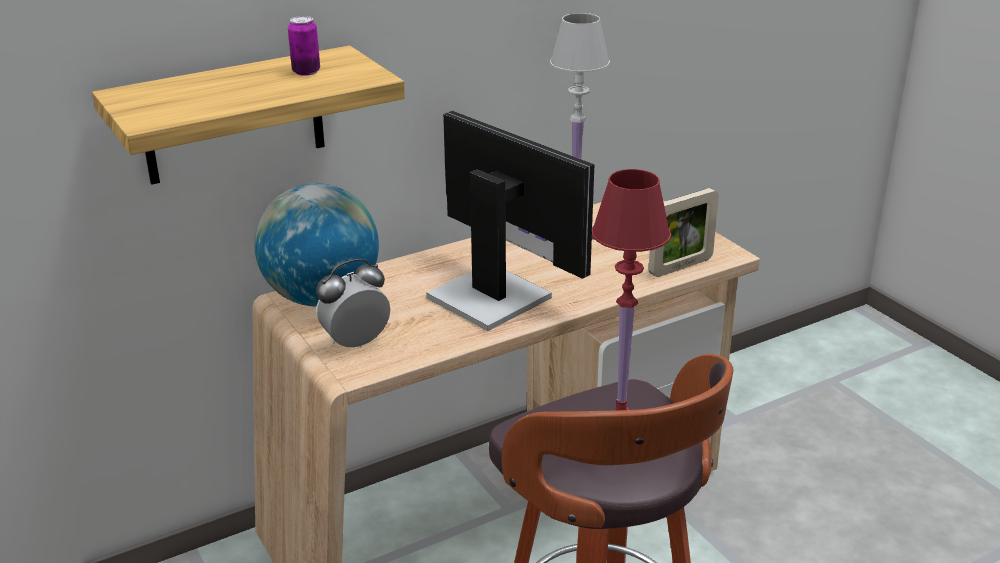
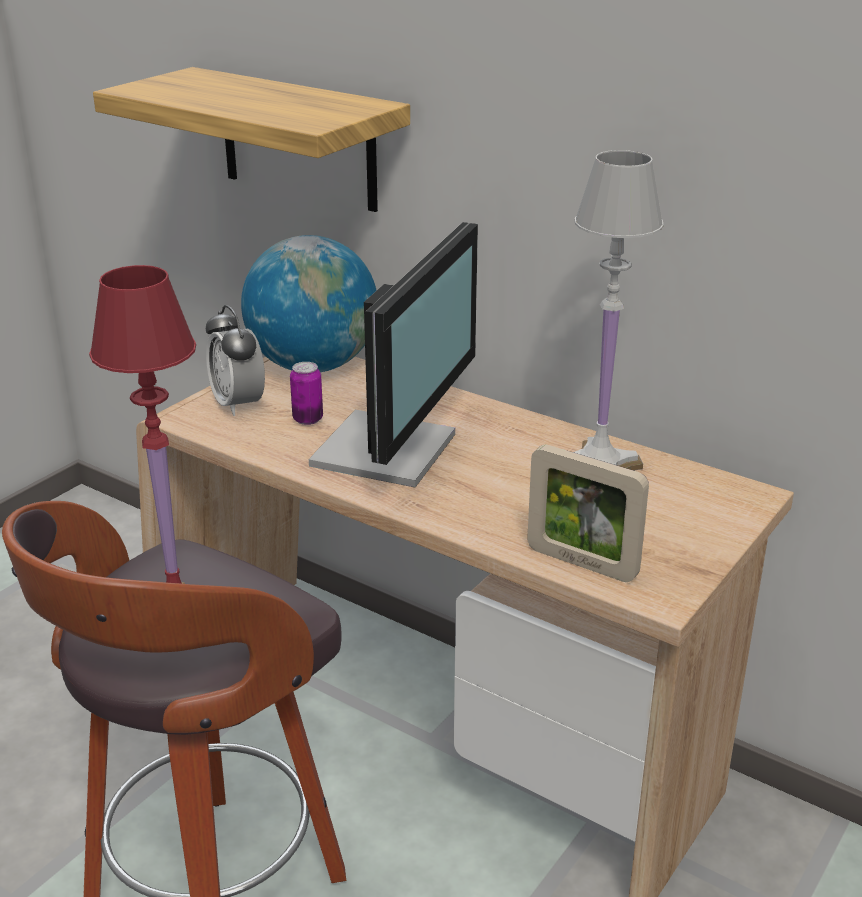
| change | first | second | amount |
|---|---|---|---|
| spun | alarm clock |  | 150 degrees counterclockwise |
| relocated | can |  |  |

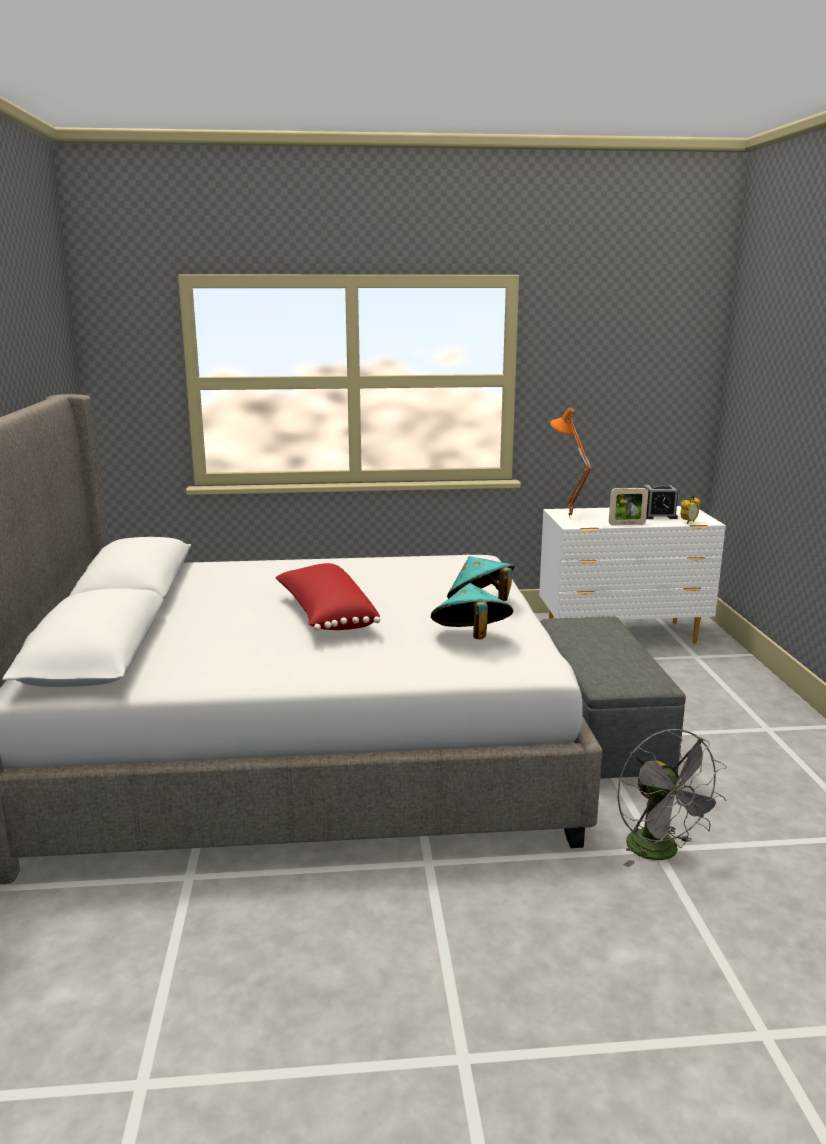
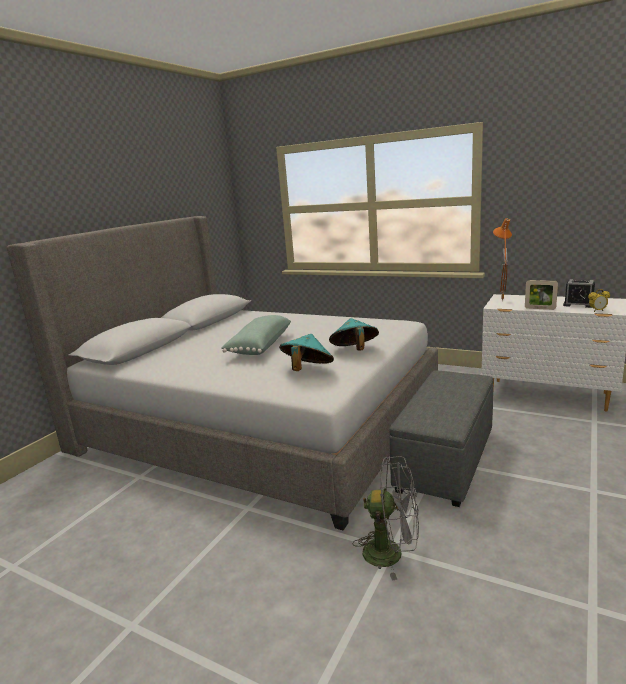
| change | first | second | amount |
|---|---|---|---|
| colour | pillow/red | pillow/green |  |
| spun | fan/grey |  | 90 degrees counterclockwise |

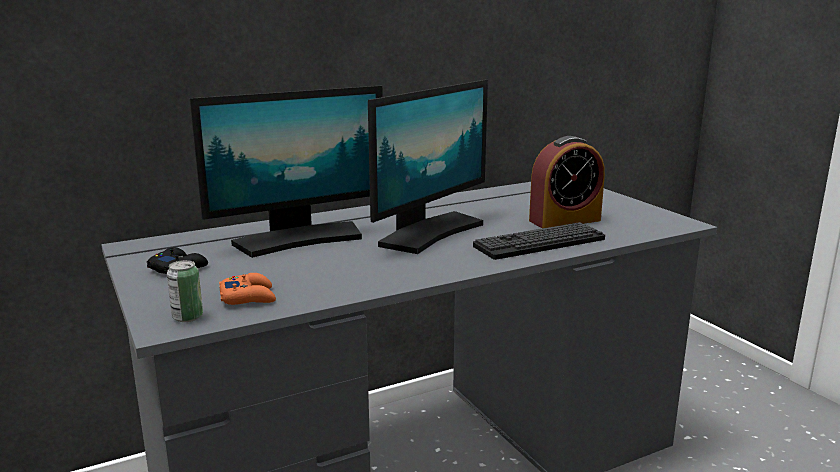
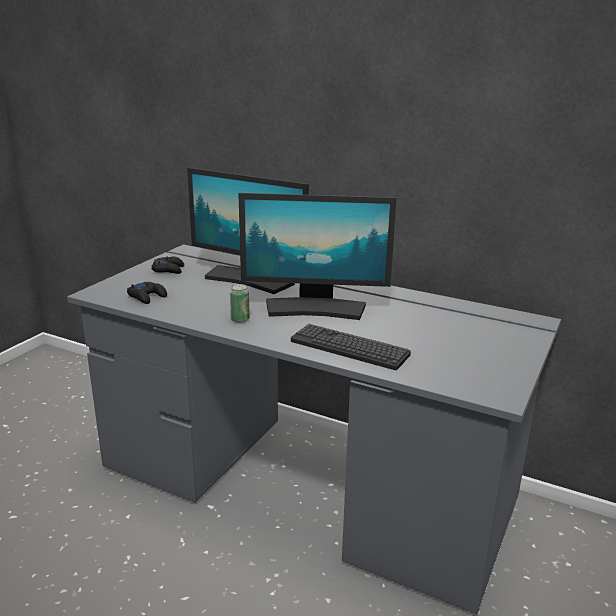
| change | first | second | amount |
|---|---|---|---|
| colour | game controller/orange | game controller/black (no. 1 from left) |  |
| relocated | can |  |  |
| missing | alarm clock |  |  |

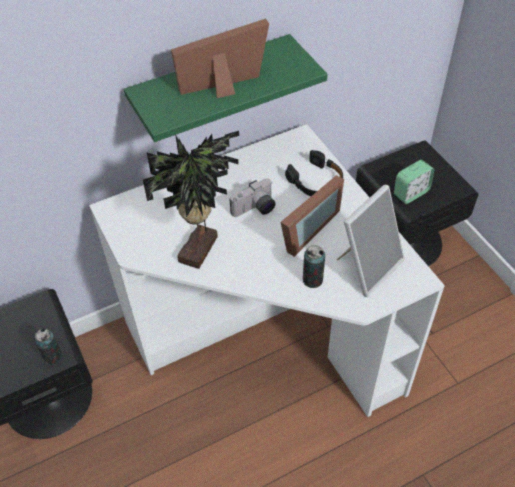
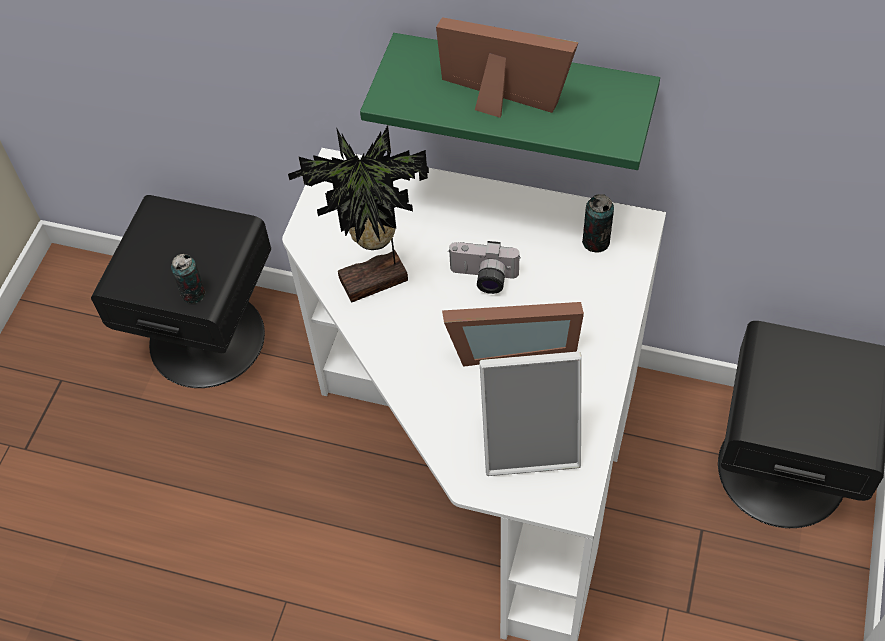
| change | first | second | amount |
|---|---|---|---|
| relocated | can (no. 2 from left) |  |  |
| missing | headphones/black |  |  |
| missing | alarm clock |  |  |

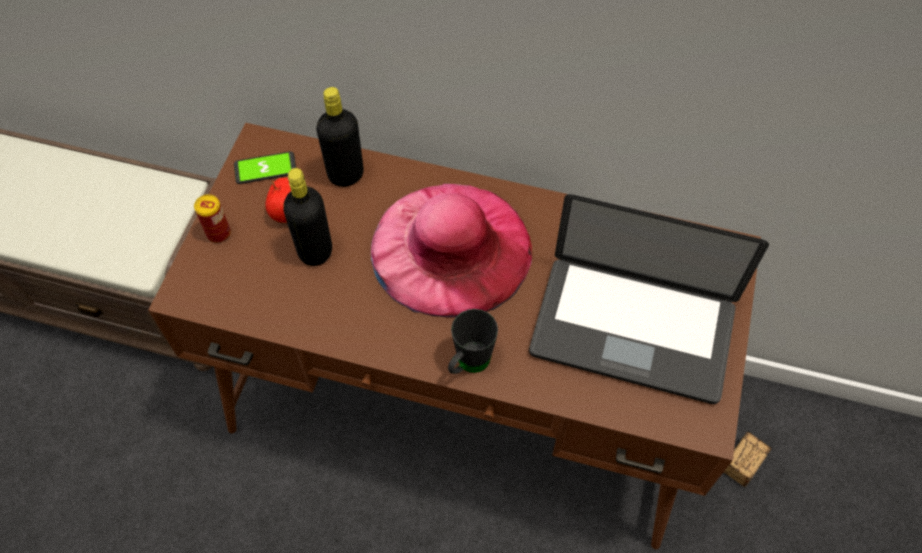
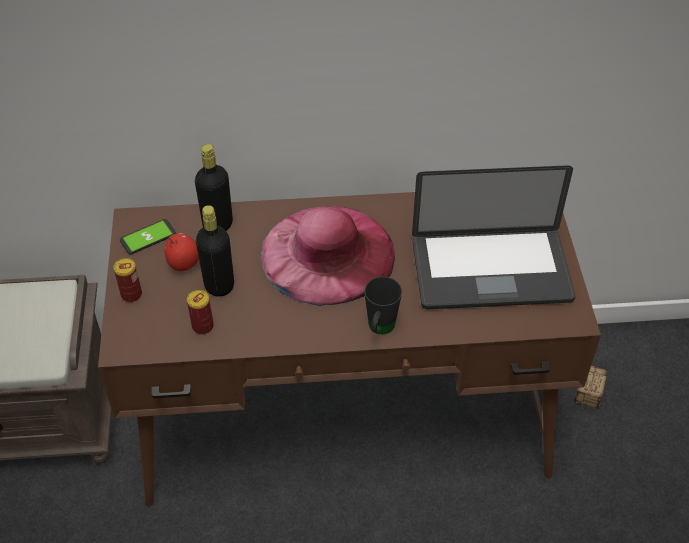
| change | first | second | amount |
|---|---|---|---|
| appeared |  | can (no. 2 from left) |  |

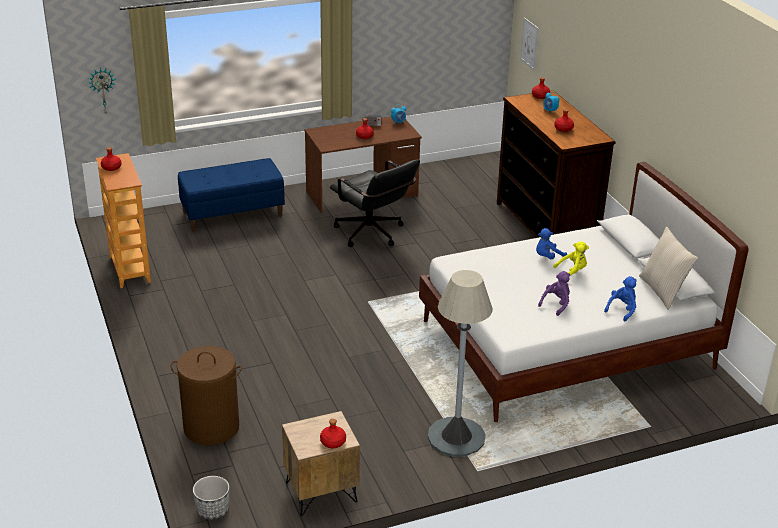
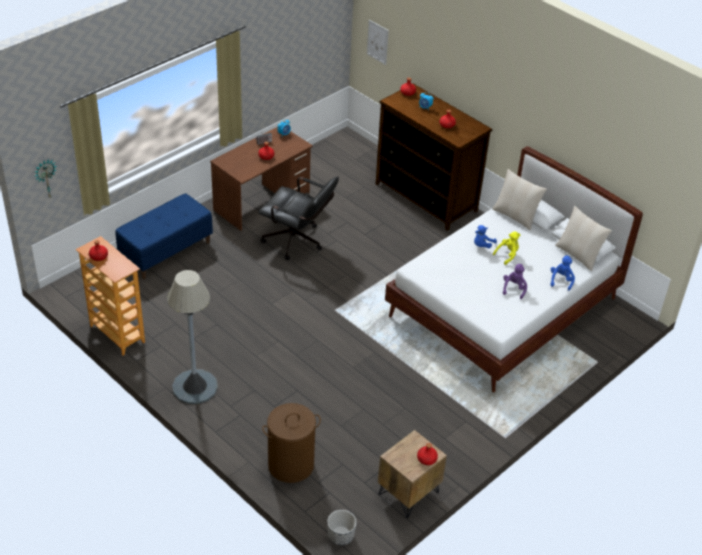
| change | first | second | amount |
|---|---|---|---|
| relocated | floor lamp/grey |  |  |
| appeared |  | pillow/beige (no. 1 from left) |  |

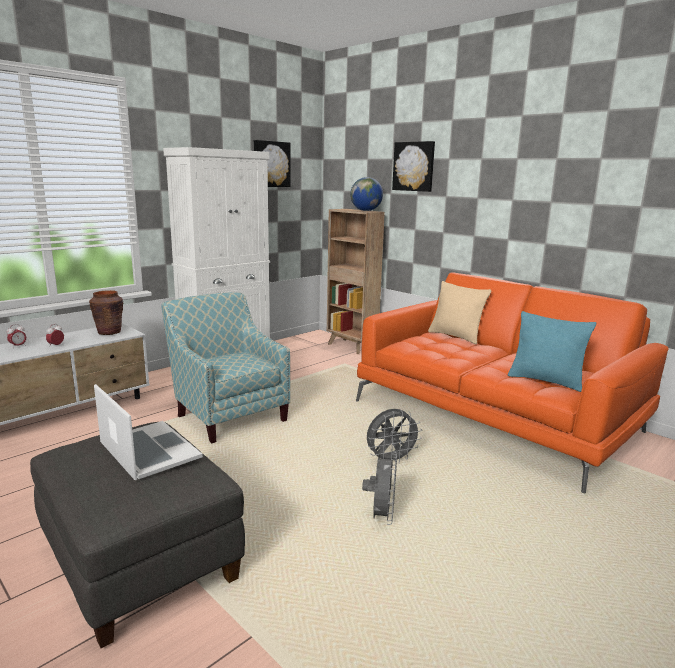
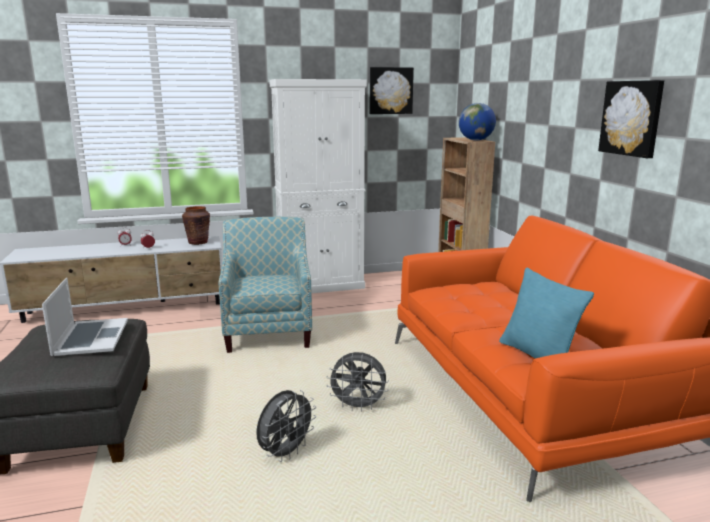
| change | first | second | amount |
|---|---|---|---|
| relocated | picture (no. 2 from left) |  |  |
| missing | pillow/beige |  |  |

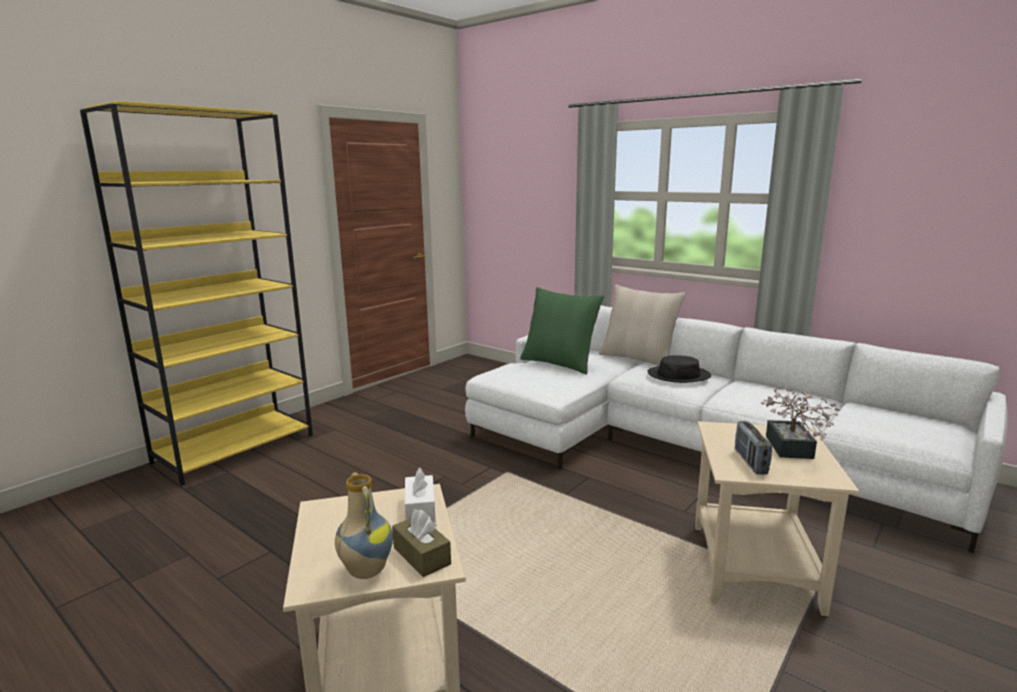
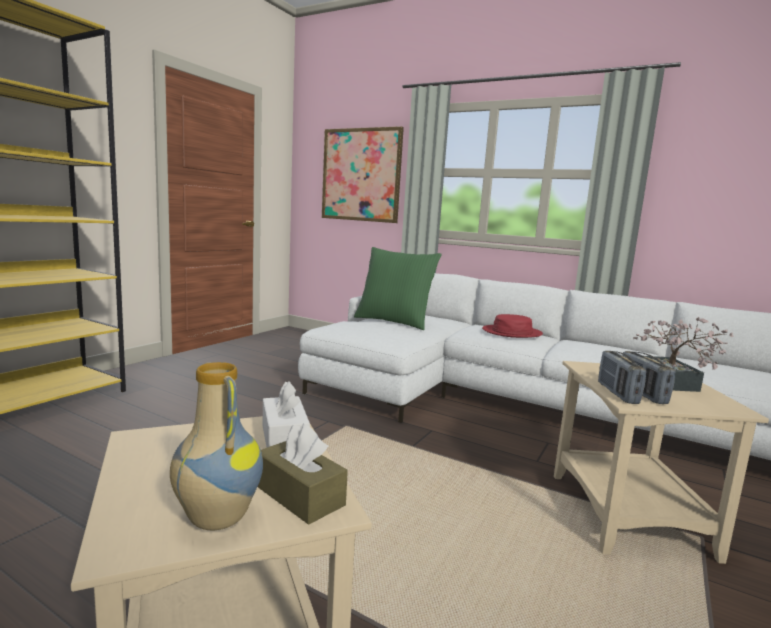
| change | first | second | amount |
|---|---|---|---|
| appeared |  | picture |  |
| colour | hat/black | hat/red |  |
| appeared |  | radio (no. 1 from left) |  |
| missing | pillow/beige |  |  |

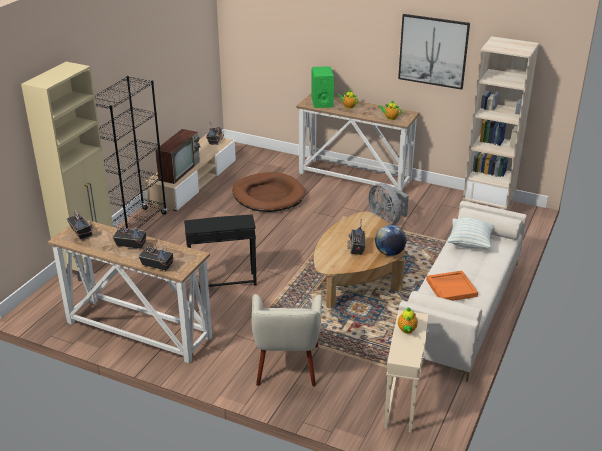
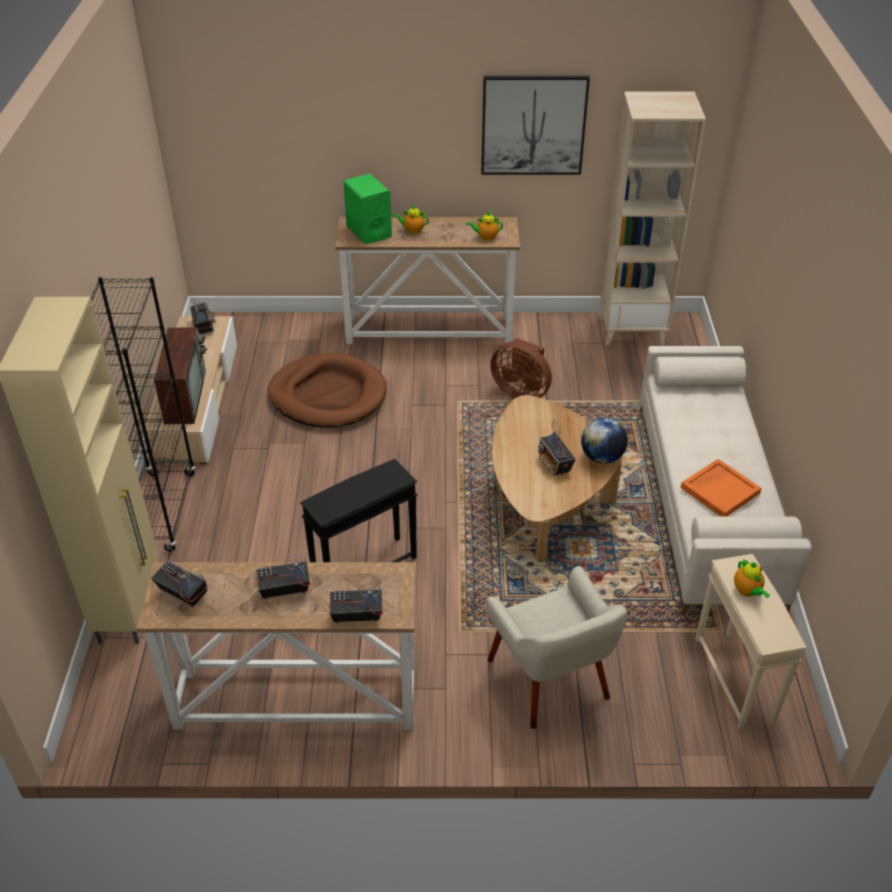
| change | first | second | amount |
|---|---|---|---|
| colour | fan/grey | fan/brown |  |
| missing | pillow |  |  |

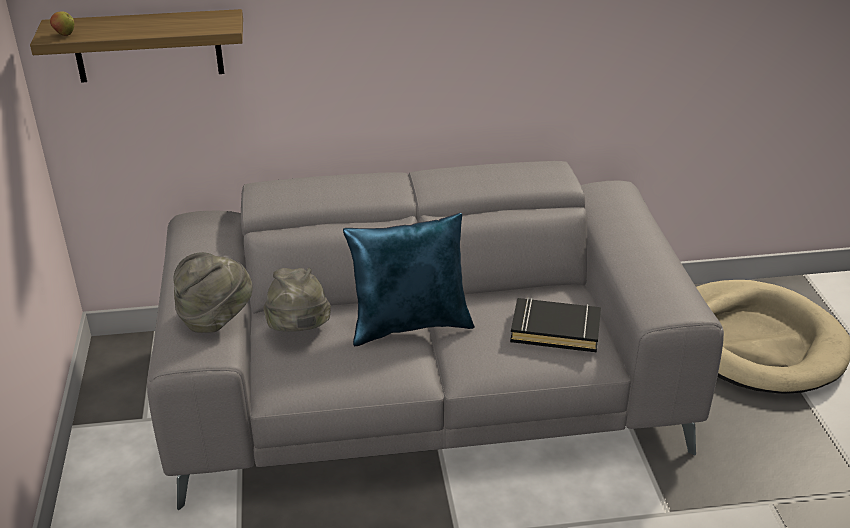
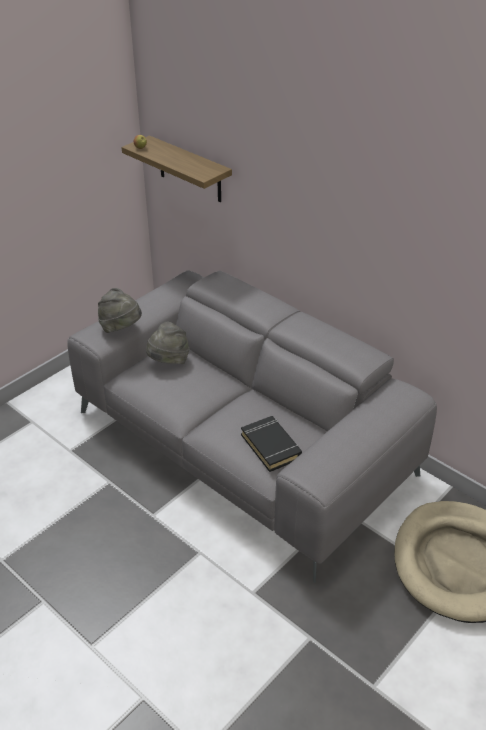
| change | first | second | amount |
|---|---|---|---|
| missing | pillow/blue |  |  |

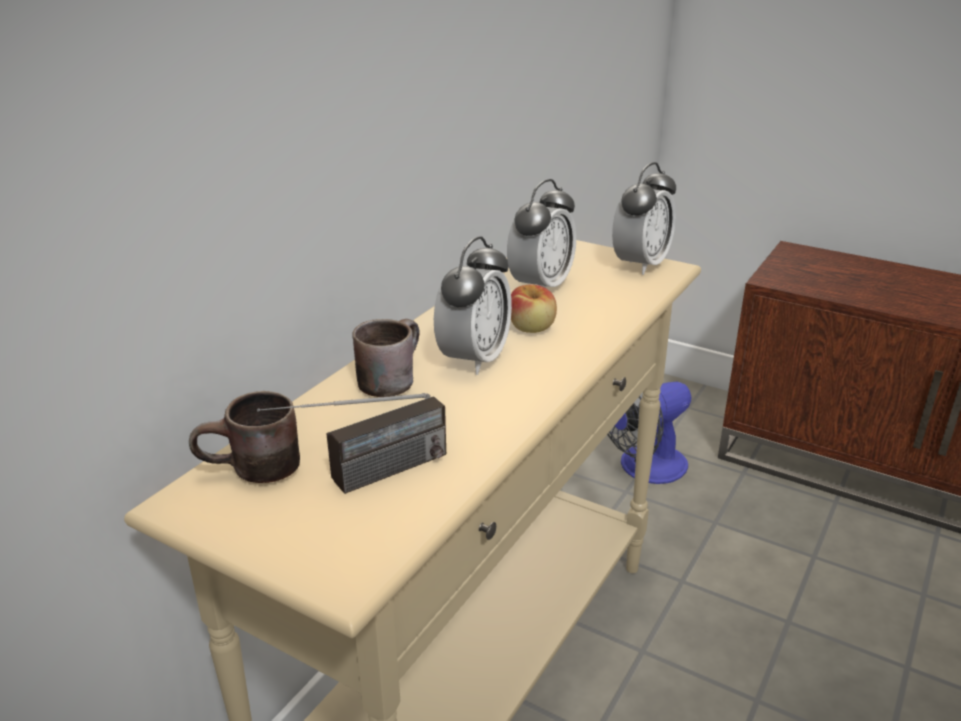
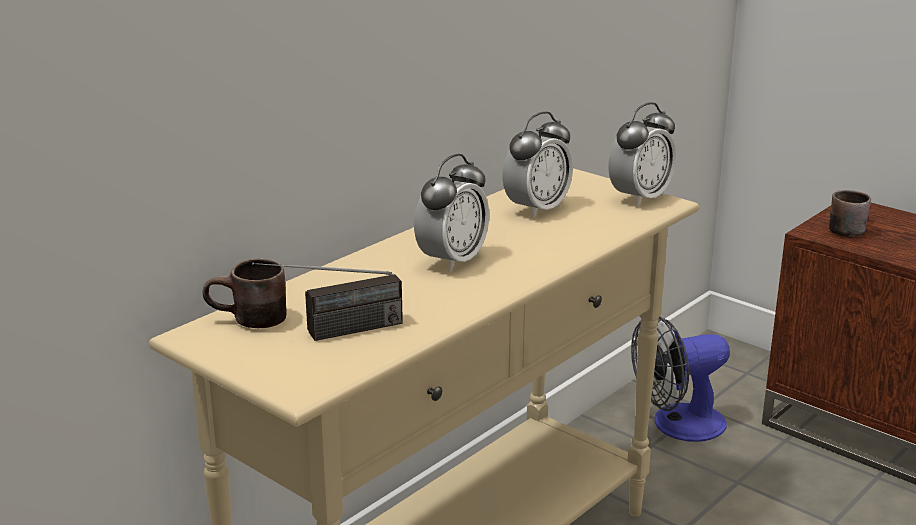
| change | first | second | amount |
|---|---|---|---|
| relocated | mug/brown (no. 2 from left) |  |  |
| missing | apple |  |  |

